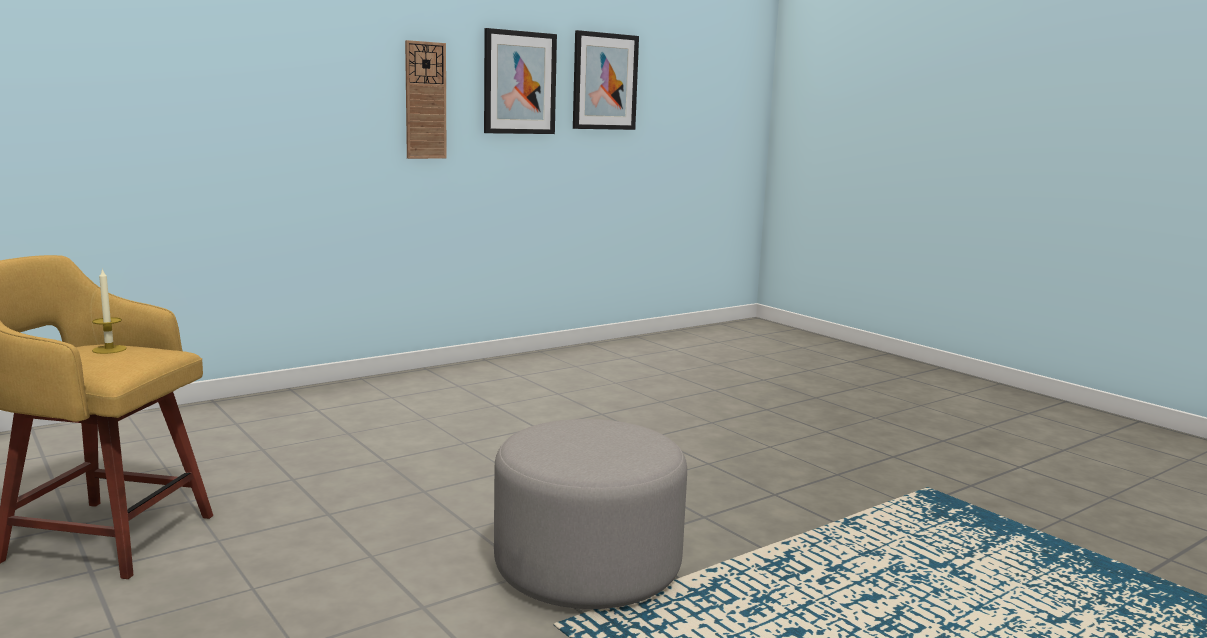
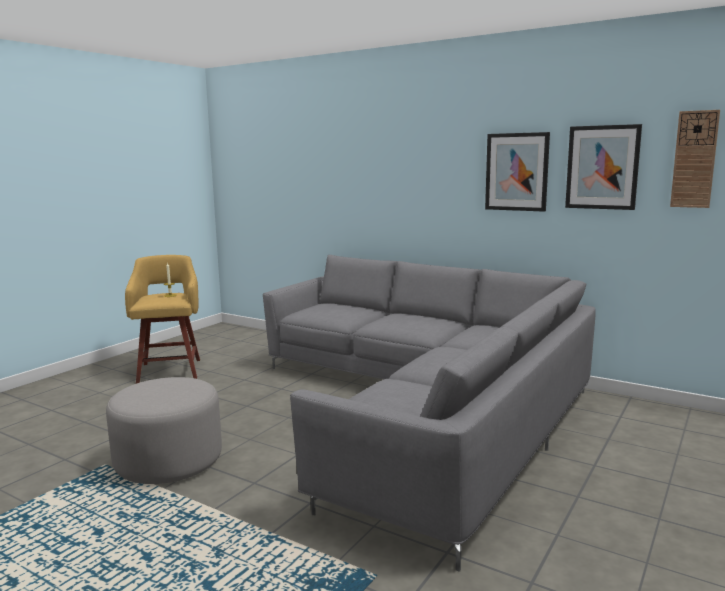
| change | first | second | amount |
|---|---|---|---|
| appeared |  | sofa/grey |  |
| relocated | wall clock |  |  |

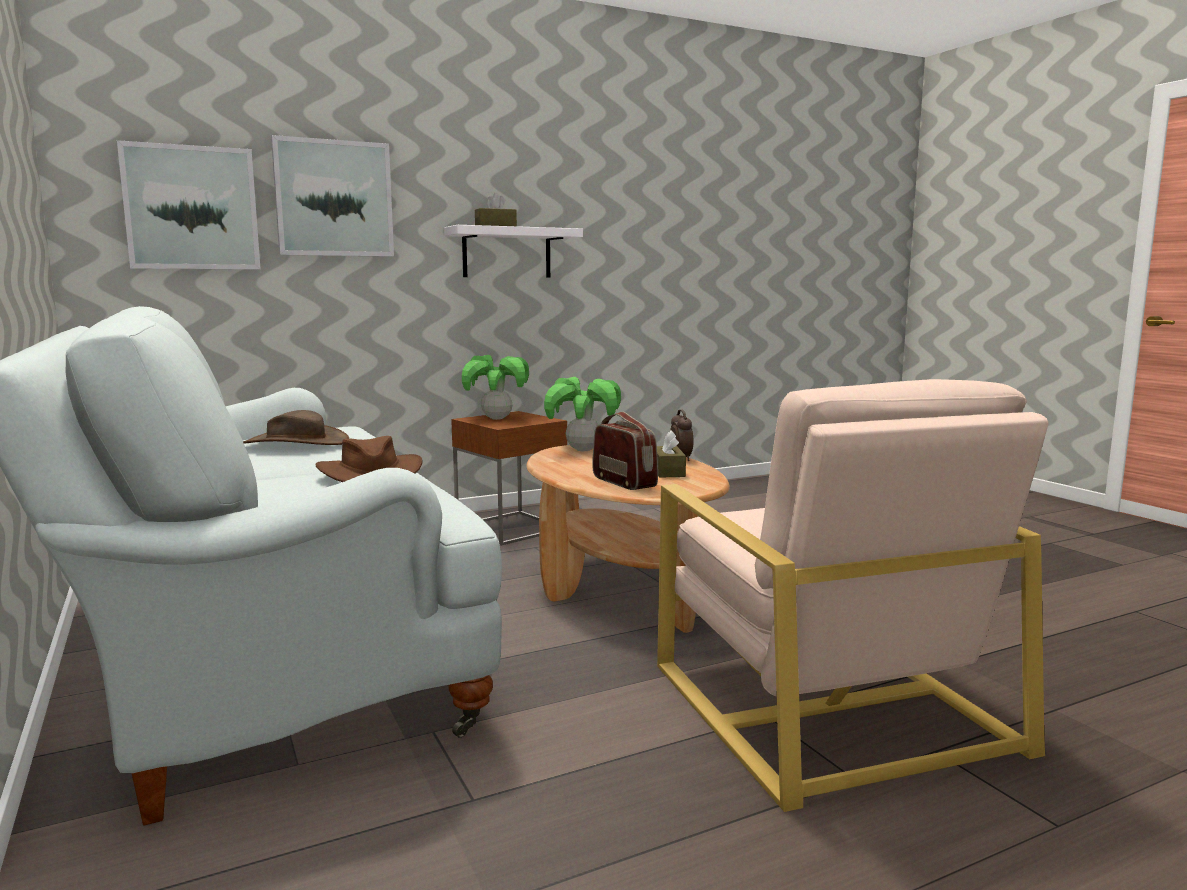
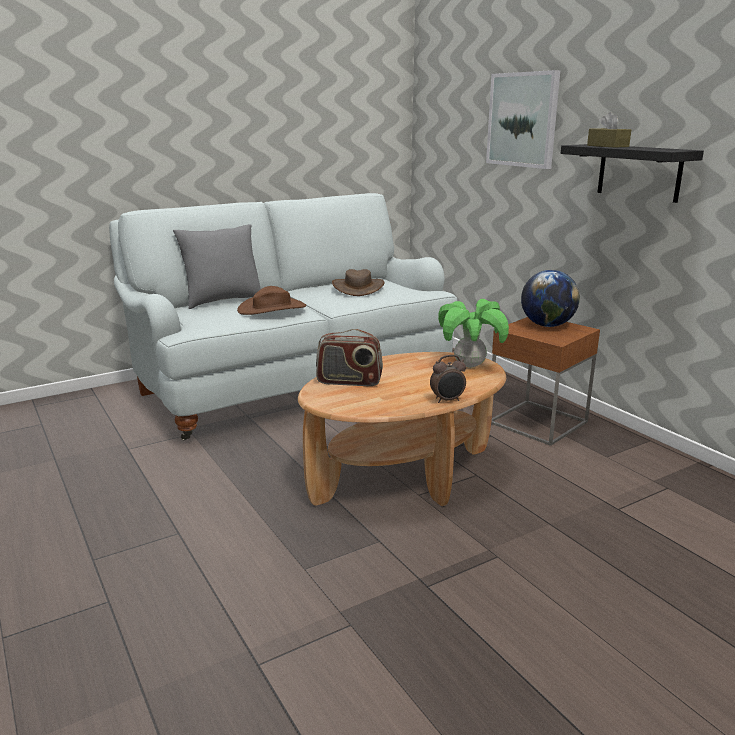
| change | first | second | amount |
|---|---|---|---|
| appeared |  | pillow/grey |  |
| spun | radio |  | 45 degrees clockwise |
| exchanged | potted plant (no. 1 from left) | globe |  |
| colour | shelf/white | shelf/black |  |
| missing | picture (no. 1 from left) |  |  |
| missing | armchair/beige |  |  |
| missing | tissue box/brown (no. 2 from left) |  |  |

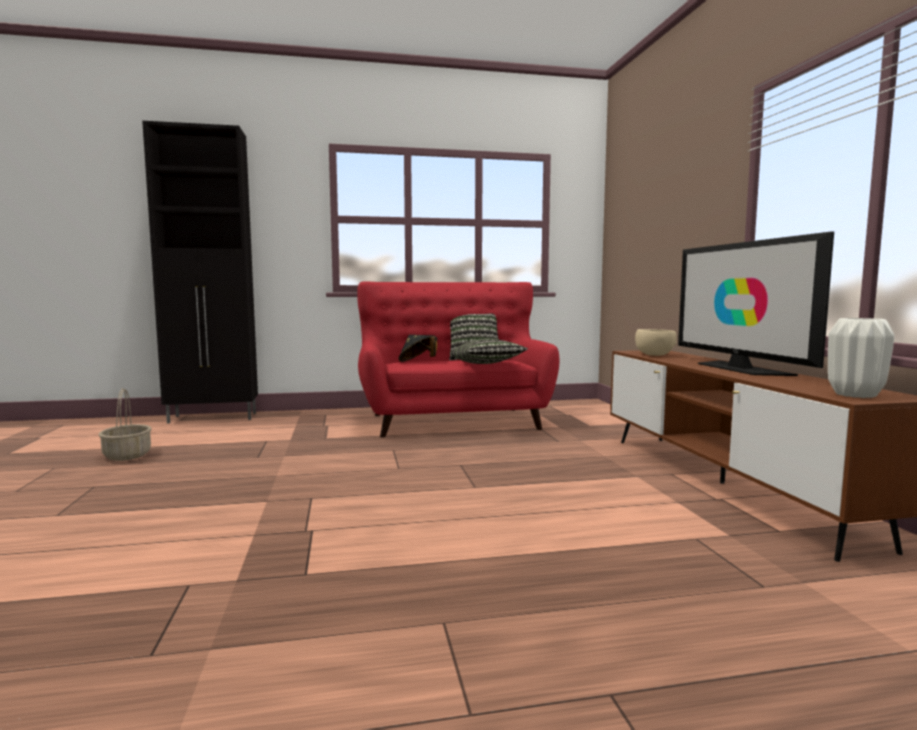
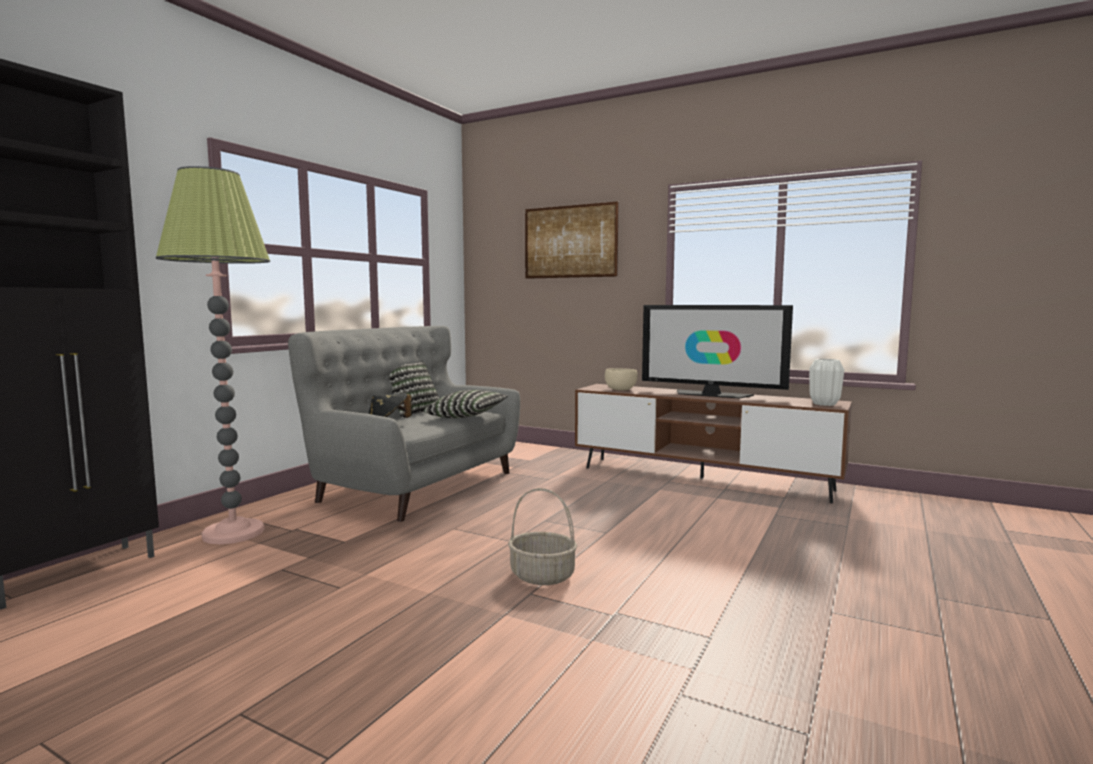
| change | first | second | amount |
|---|---|---|---|
| appeared |  | floor lamp |  |
| colour | sofa/red | sofa/grey |  |
| relocated | basket |  |  |
| appeared |  | picture |  |

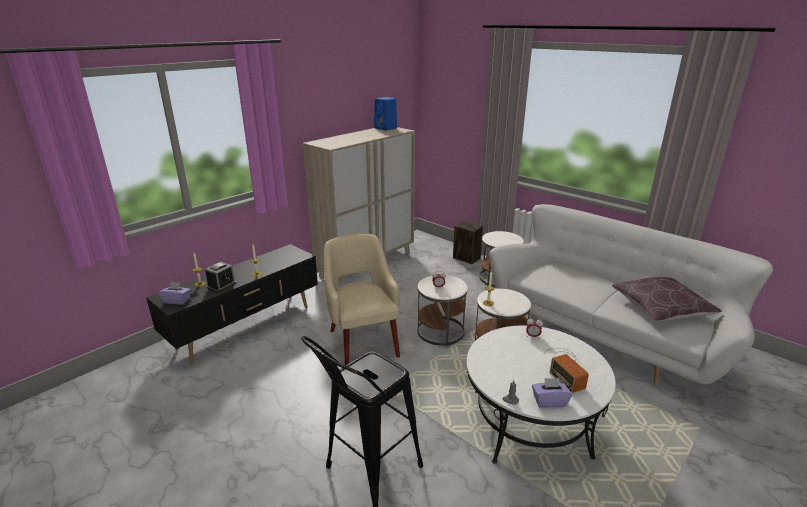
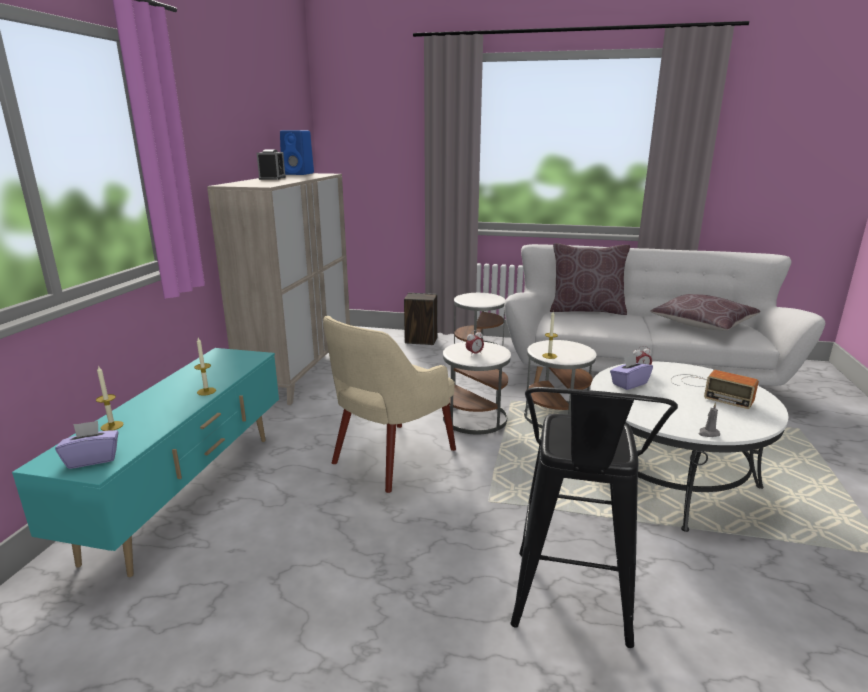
| change | first | second | amount |
|---|---|---|---|
| colour | tv stand/black | tv stand/turquoise |  |
| relocated | alarm clock (no. 1 from left) |  |  |
| spun | armchair/beige |  | 90 degrees counterclockwise |
| appeared |  | pillow/brown (no. 1 from left) |  |
| relocated | tissue box/purple (no. 2 from left) |  |  |

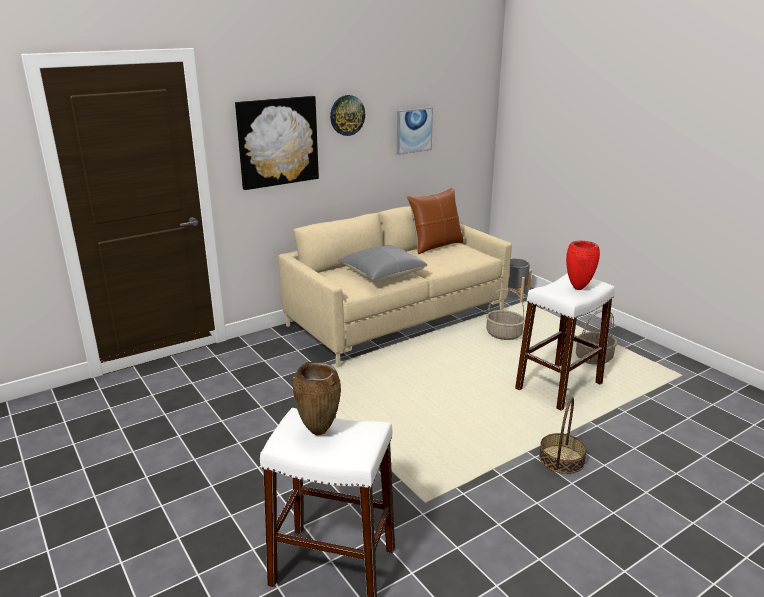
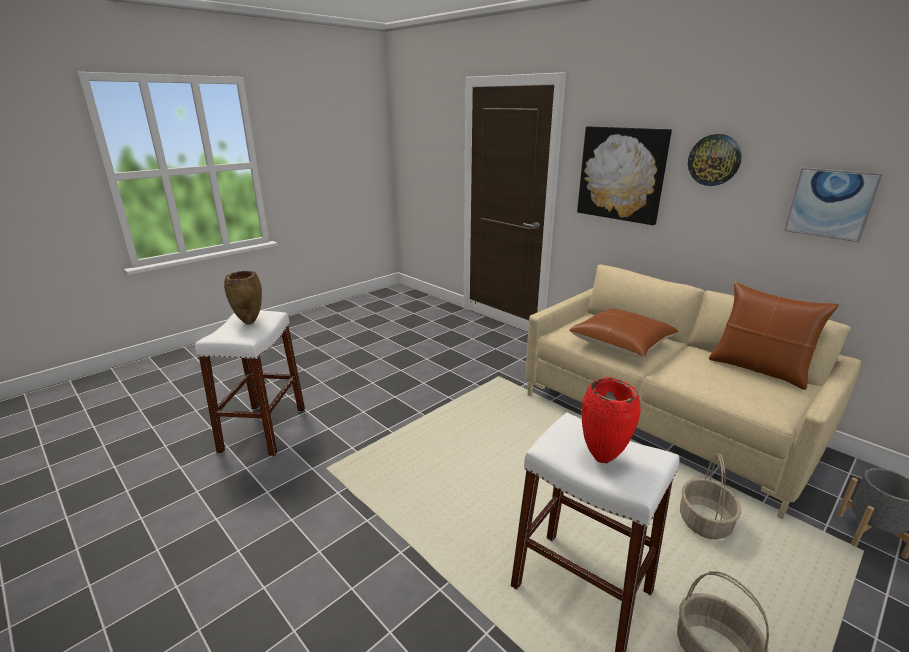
| change | first | second | amount |
|---|---|---|---|
| colour | pillow/grey | pillow/brown (no. 1 from left) |  |
| missing | basket (no. 2 from left) |  |  |

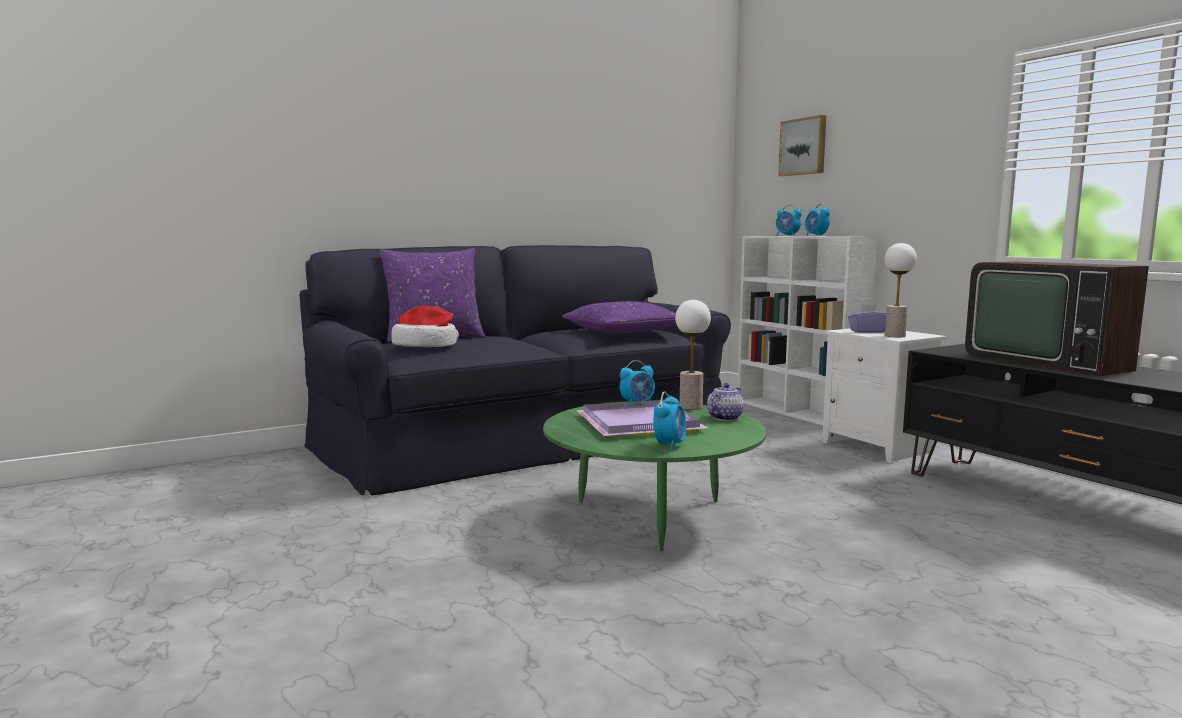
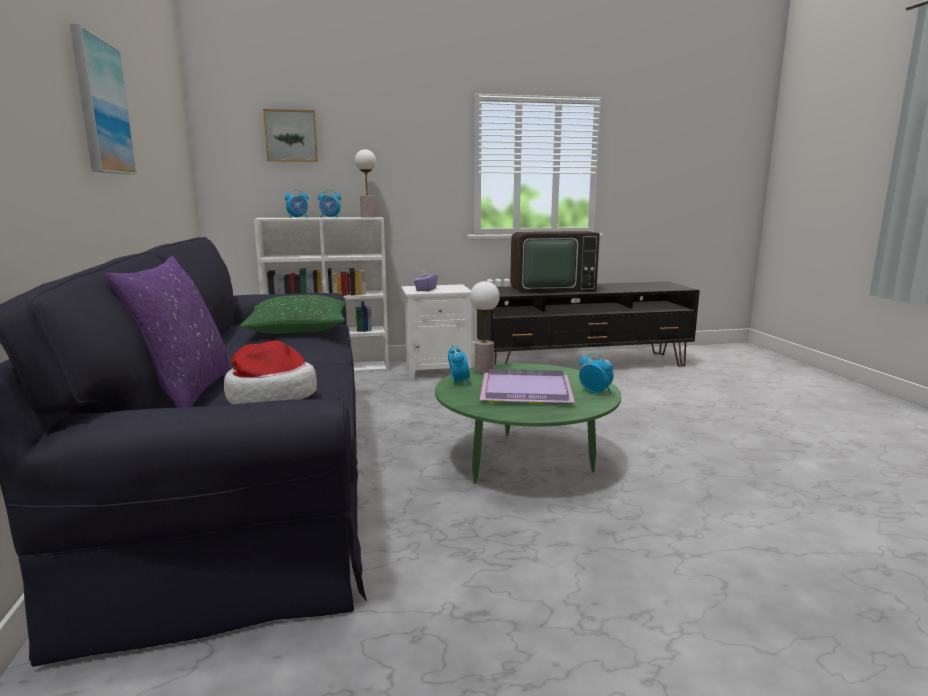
| change | first | second | amount |
|---|---|---|---|
| appeared |  | picture (no. 1 from left) |  |
| colour | pillow/purple (no. 2 from left) | pillow/green |  |
| relocated | table lamp (no. 2 from left in the first image) | table lamp (no. 1 from left) |  |
| missing | teapot |  |  |

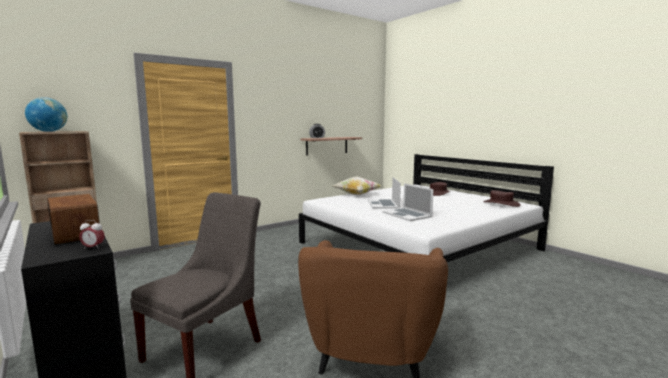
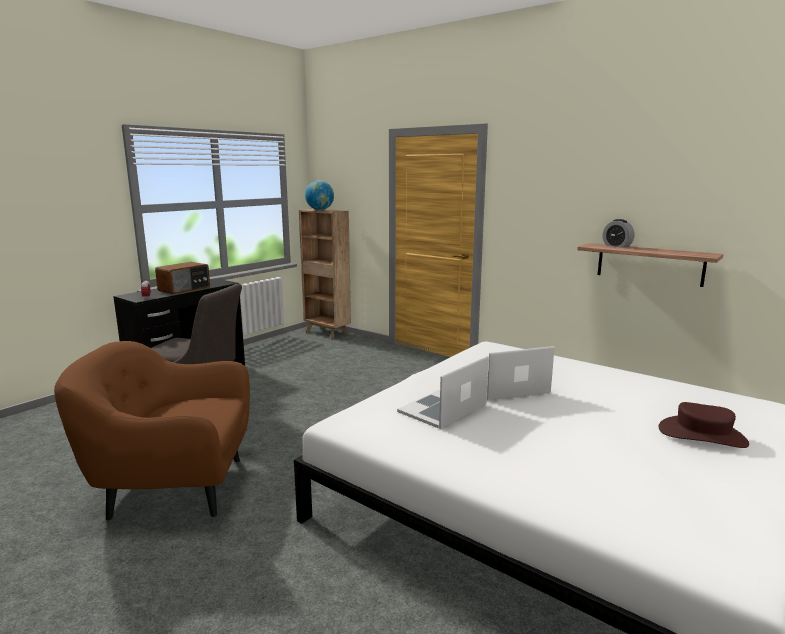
| change | first | second | amount |
|---|---|---|---|
| missing | pillow |  |  |
| missing | hat/brown (no. 2 from left) |  |  |

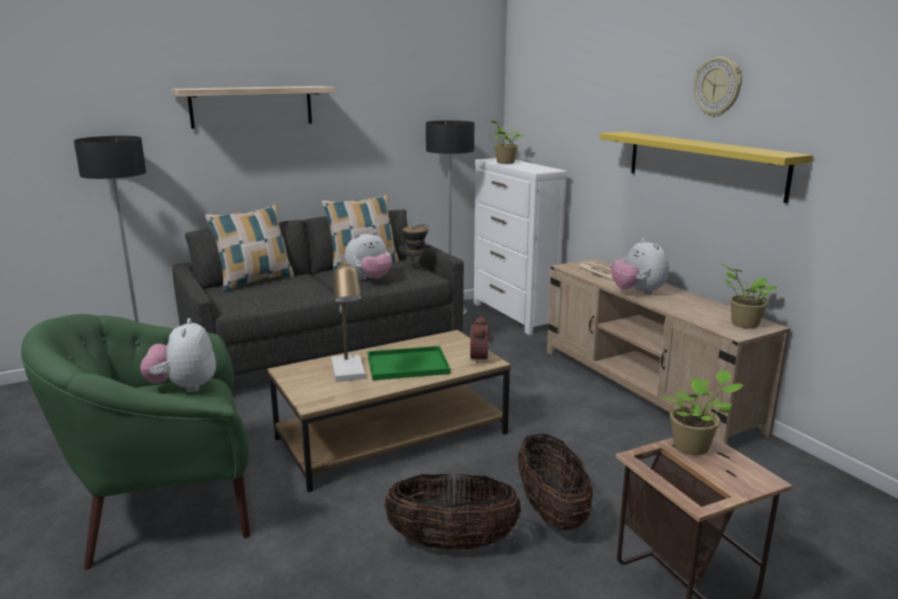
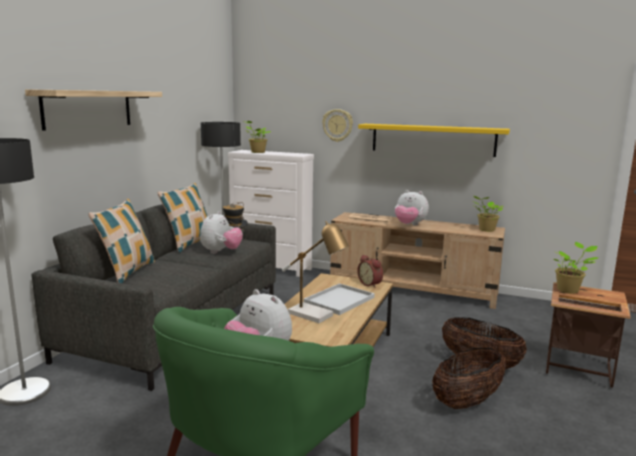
| change | first | second | amount |
|---|---|---|---|
| colour | tray/green | tray/white |  |
| relocated | wall clock |  |  |

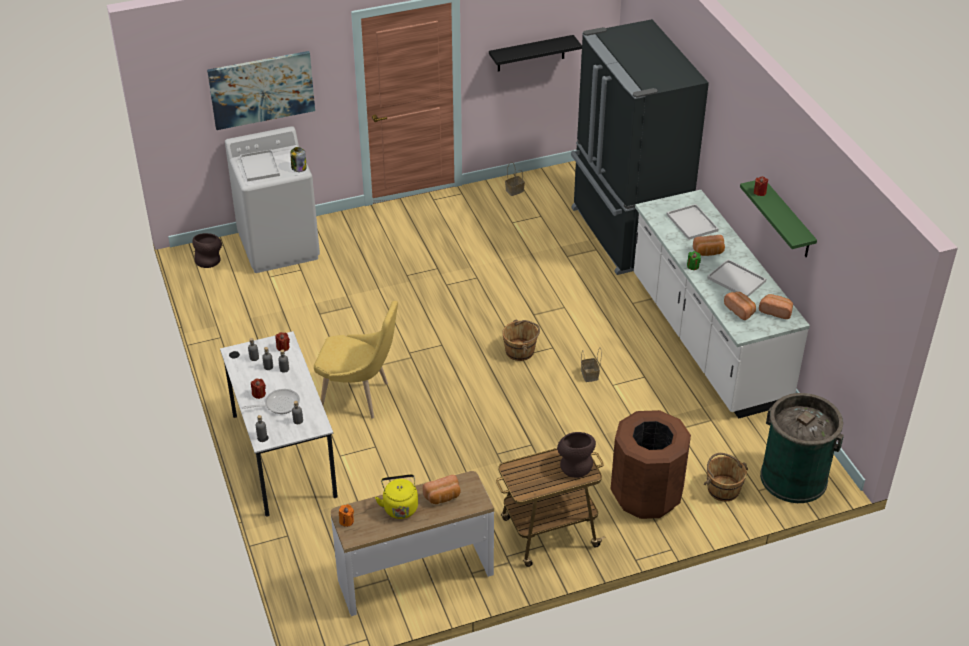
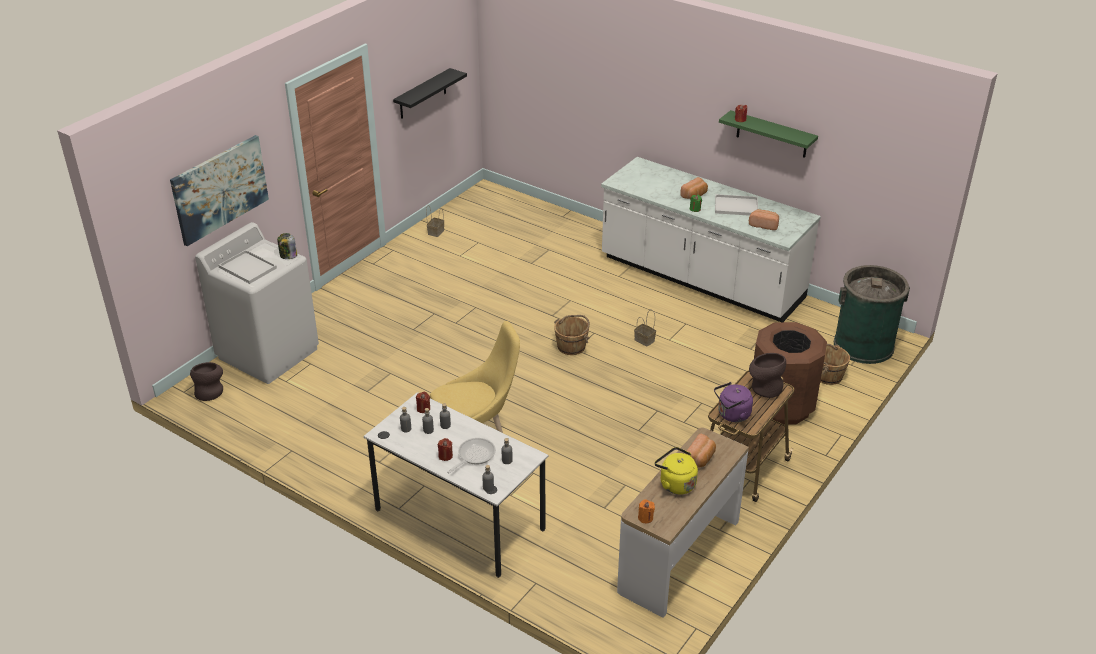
| change | first | second | amount |
|---|---|---|---|
| appeared |  | kettle/purple |  |
| missing | fridge/black |  |  |
| missing | tray/white (no. 2 from left) |  |  |
| missing | bread (no. 4 from left) |  |  |

